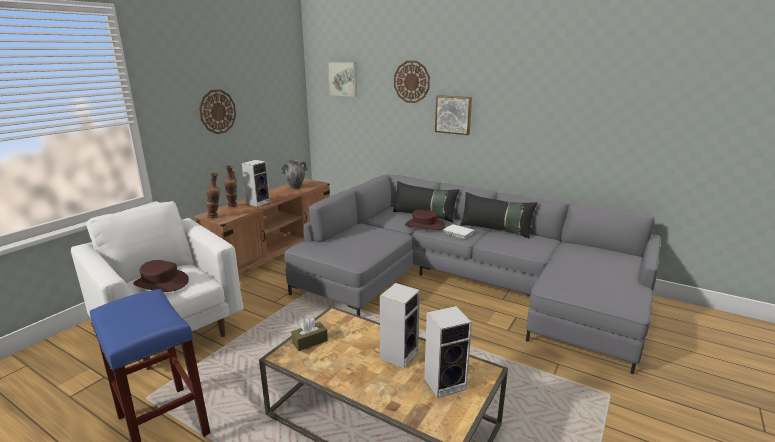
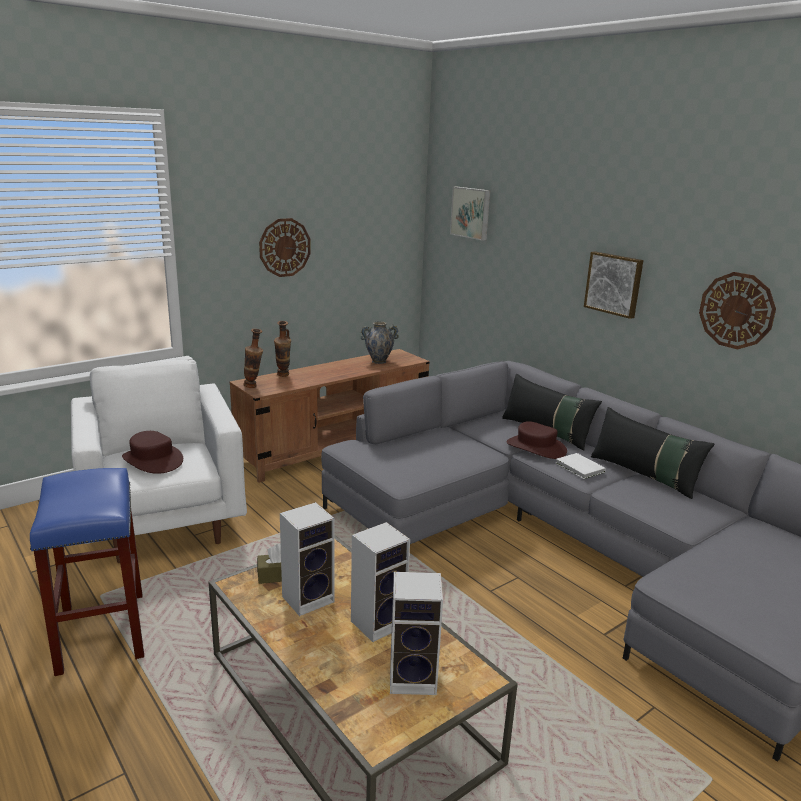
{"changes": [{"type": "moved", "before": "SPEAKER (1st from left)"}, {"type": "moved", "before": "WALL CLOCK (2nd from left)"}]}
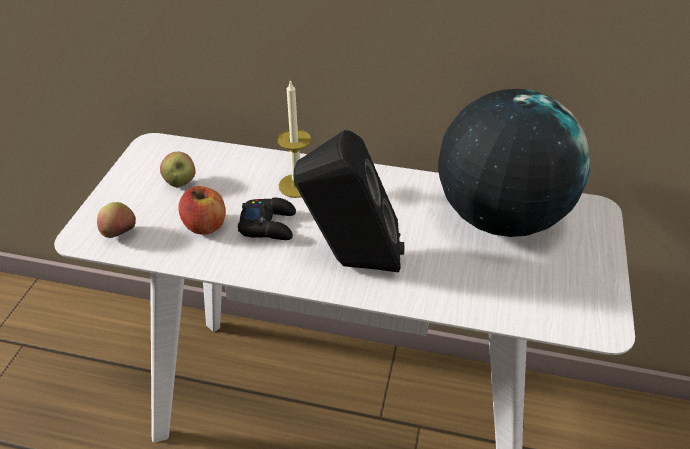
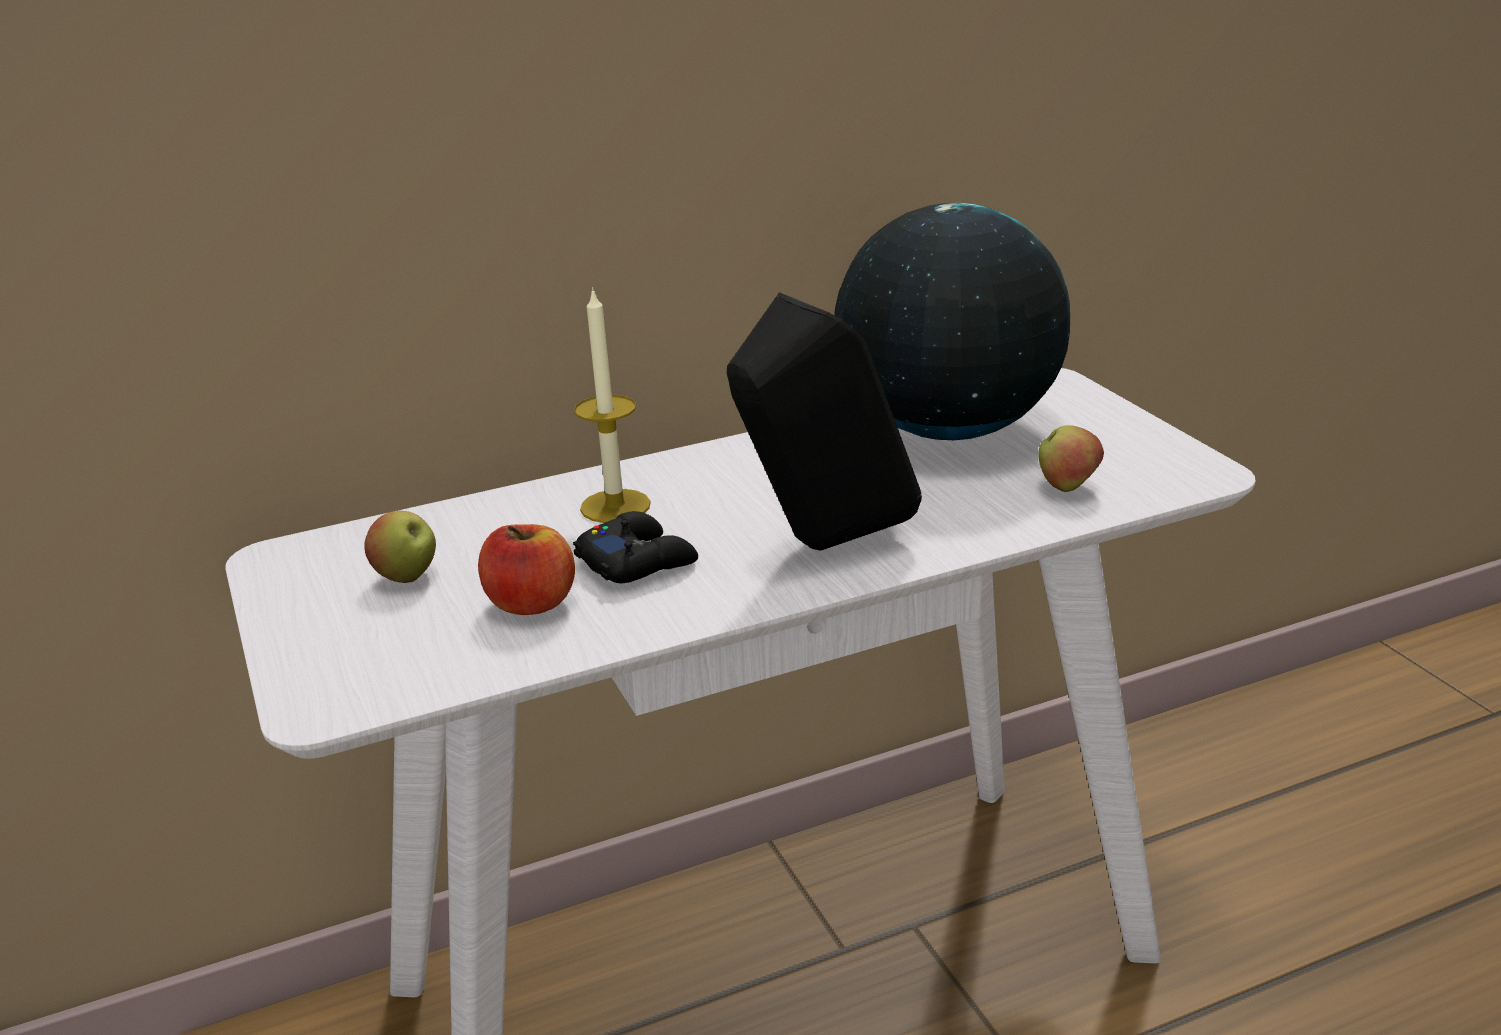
{"changes": [{"type": "moved", "before": "APPLE (1st from left in the first image)", "after": "APPLE (3rd from left)"}]}
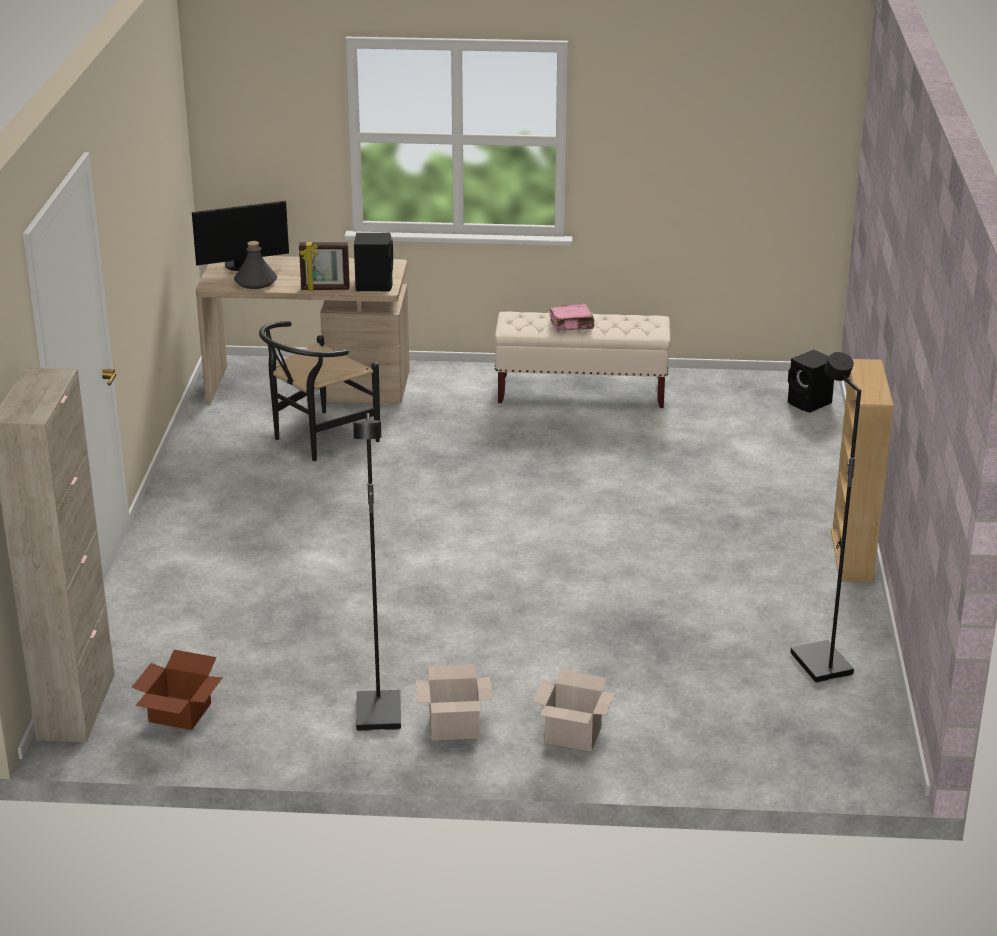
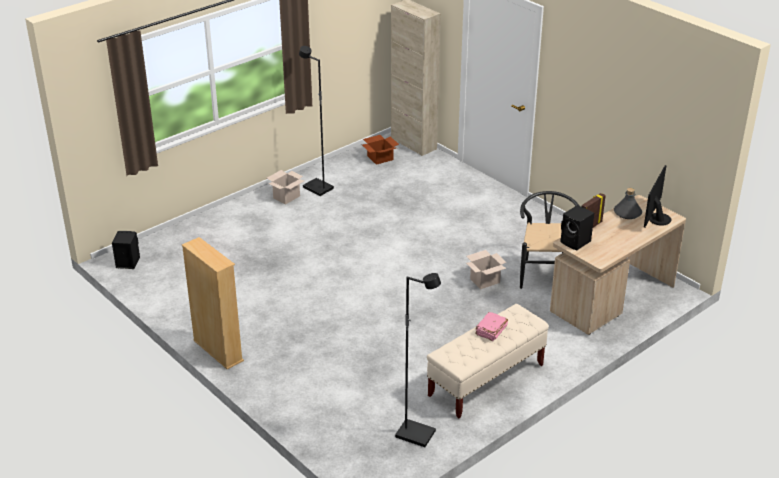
{"changes": [{"type": "moved", "before": "CARDBOARD BOX (3rd from left)"}, {"type": "moved", "before": "BLACK SPEAKER (2nd from left in the first image)", "after": "BLACK SPEAKER (1st from left)"}, {"type": "moved", "before": "BLACK FLOOR LAMP (2nd from left)"}]}
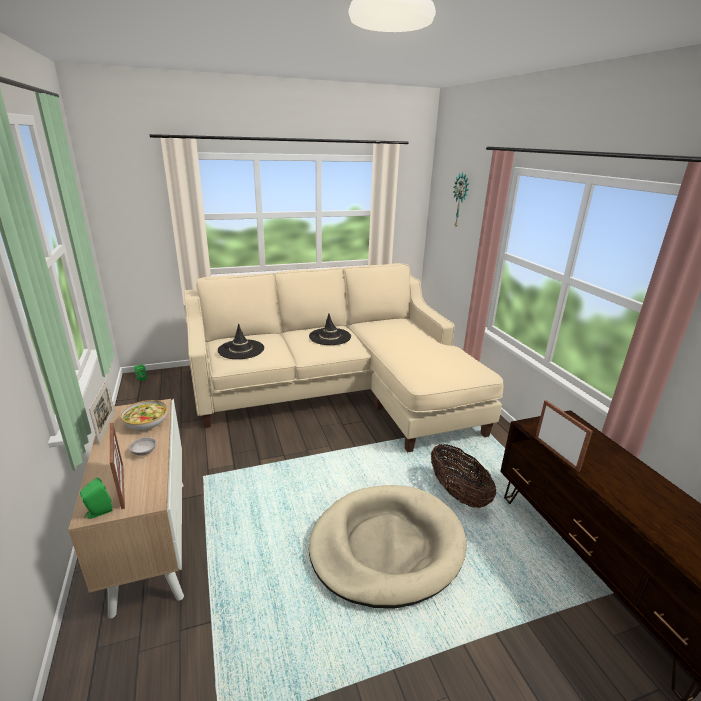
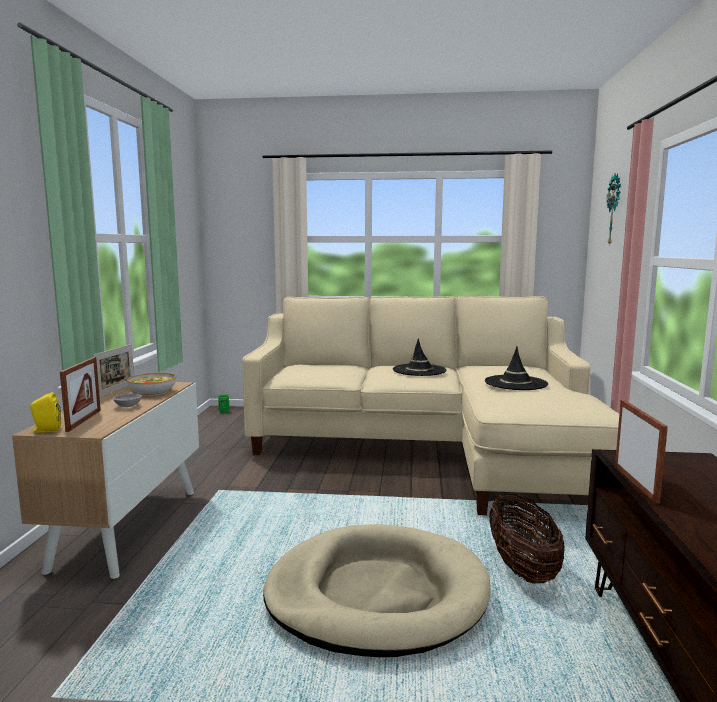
{"changes": [{"type": "moved", "before": "BLACK HAT (1st from left in the first image)", "after": "BLACK HAT (2nd from left)"}, {"type": "recoloured", "before": "GREEN SPEAKER (1st from left)", "after": "YELLOW SPEAKER"}]}
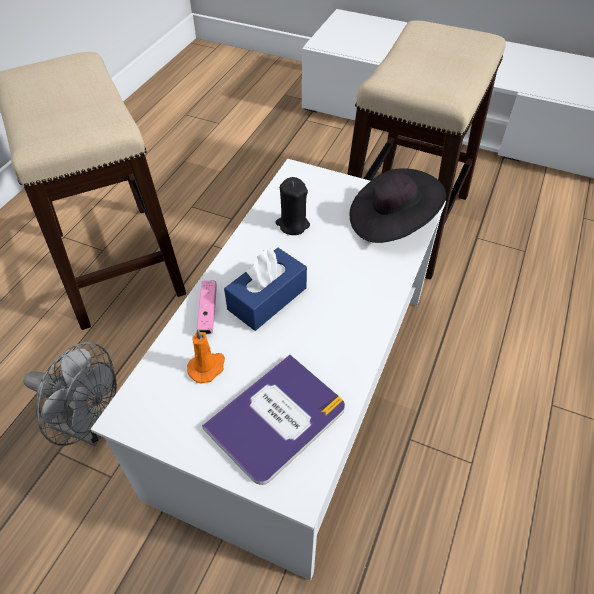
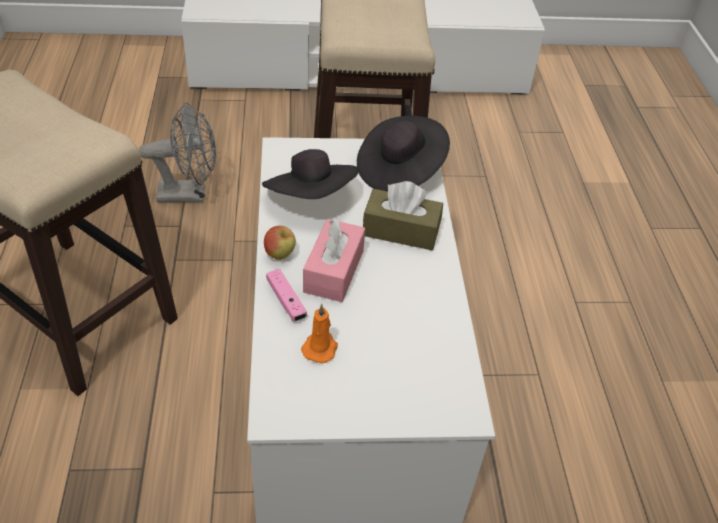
{"changes": [{"type": "removed", "before": "BOOK"}, {"type": "added", "after": "APPLE"}, {"type": "added", "after": "BROWN TISSUE BOX"}, {"type": "moved", "before": "GREY FAN"}, {"type": "replaced", "before": "BLACK CANDLE", "after": "BLACK HAT (1st from left)"}, {"type": "recoloured", "before": "BLUE TISSUE BOX", "after": "PINK TISSUE BOX"}]}
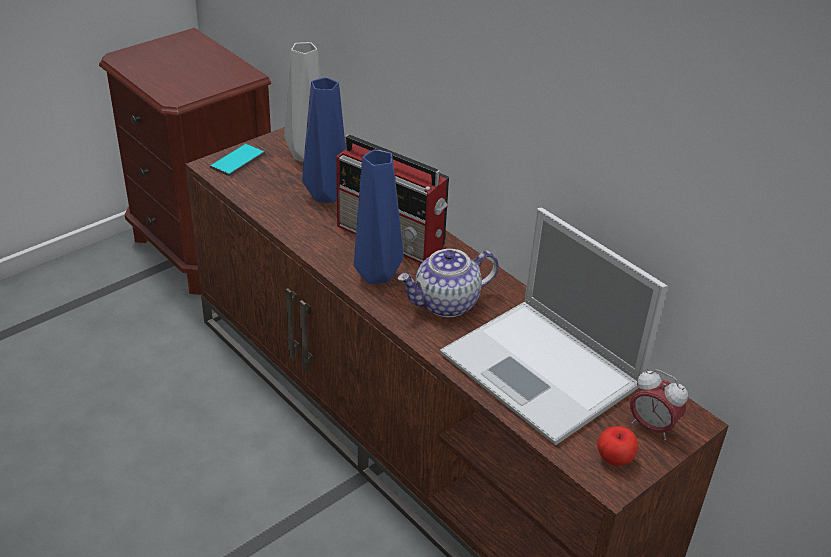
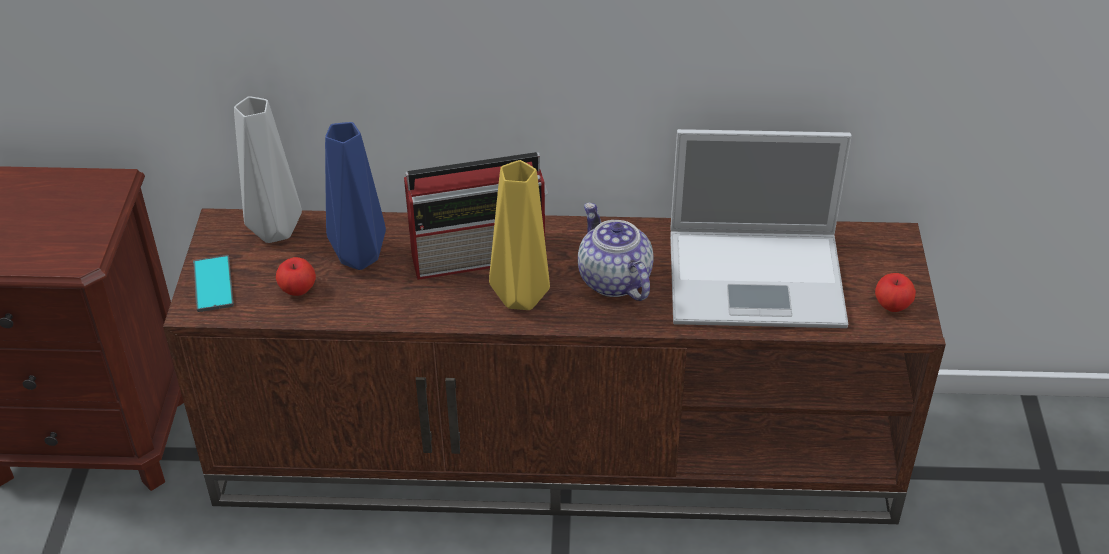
{"changes": [{"type": "removed", "before": "ALARM CLOCK"}, {"type": "added", "after": "APPLE (1st from left)"}, {"type": "recoloured", "before": "BLUE VASE (2nd from left)", "after": "YELLOW VASE"}, {"type": "turned", "before": "TEAPOT", "turn": 135}]}
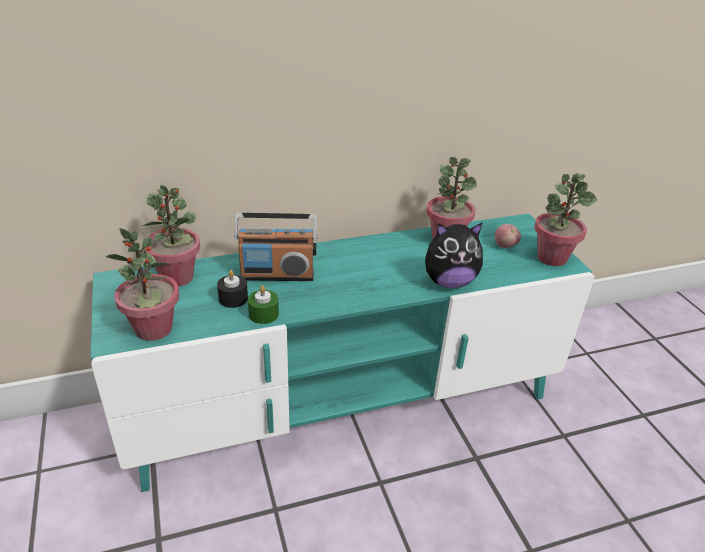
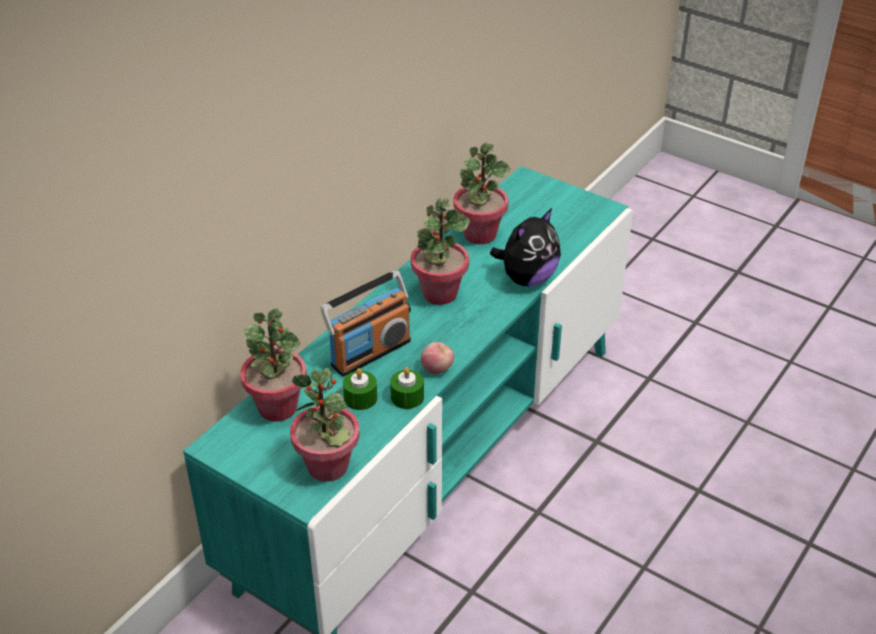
{"changes": [{"type": "moved", "before": "APPLE"}, {"type": "moved", "before": "POTTED PLANT (4th from left in the first image)", "after": "POTTED PLANT (3rd from left)"}, {"type": "recoloured", "before": "BLACK CANDLE", "after": "GREEN CANDLE (1st from left)"}]}
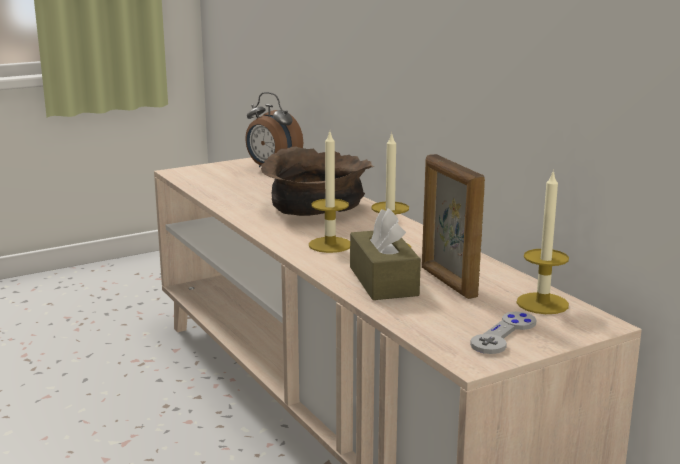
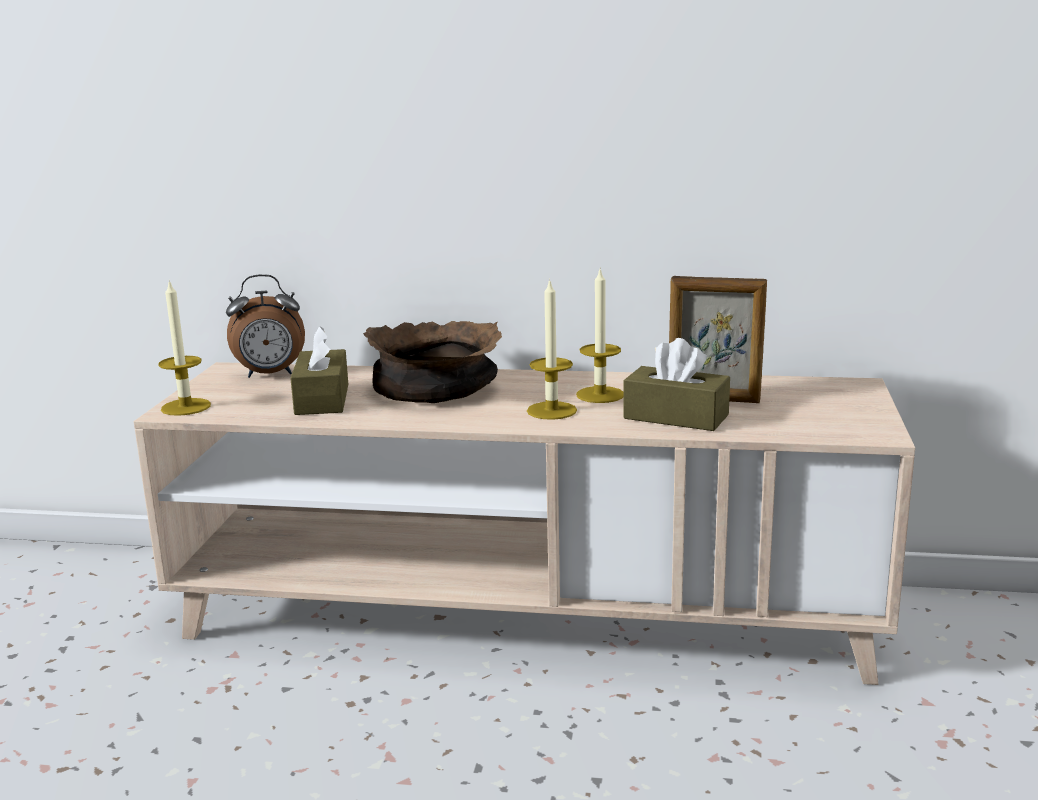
{"changes": [{"type": "removed", "before": "GREY GAME CONTROLLER"}, {"type": "added", "after": "BROWN TISSUE BOX (1st from left)"}, {"type": "moved", "before": "CANDLE (3rd from left in the first image)", "after": "CANDLE (1st from left)"}]}
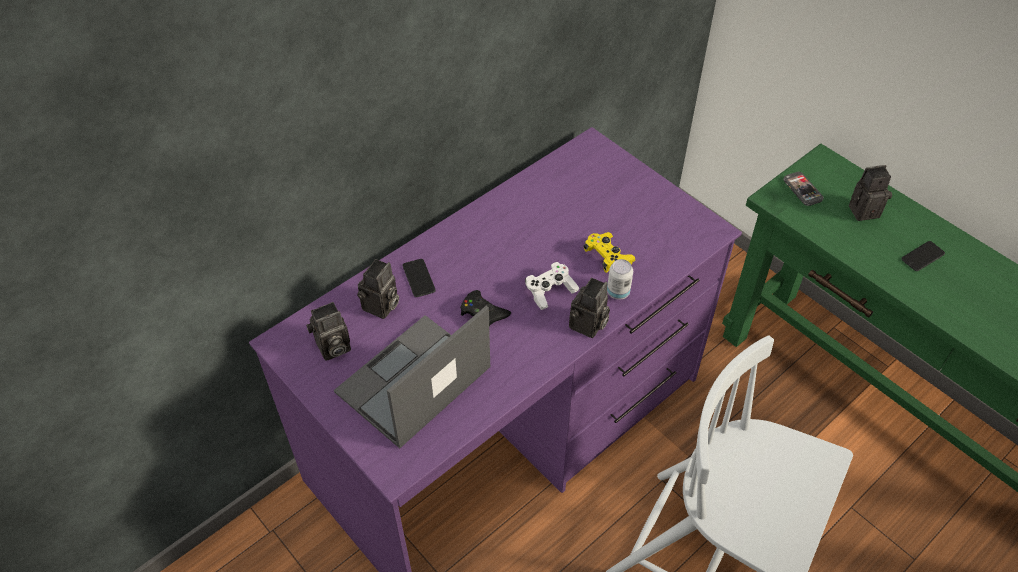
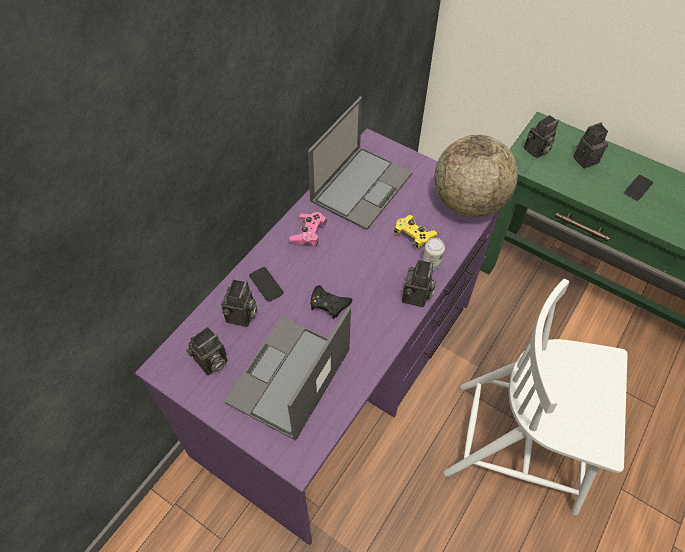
{"changes": [{"type": "removed", "before": "WHITE GAME CONTROLLER"}, {"type": "added", "after": "PINK GAME CONTROLLER"}, {"type": "added", "after": "LAPTOP (2nd from left)"}, {"type": "added", "after": "GLOBE"}, {"type": "replaced", "before": "PHONE (2nd from left)", "after": "PHOTO CAMERA (4th from left)"}]}
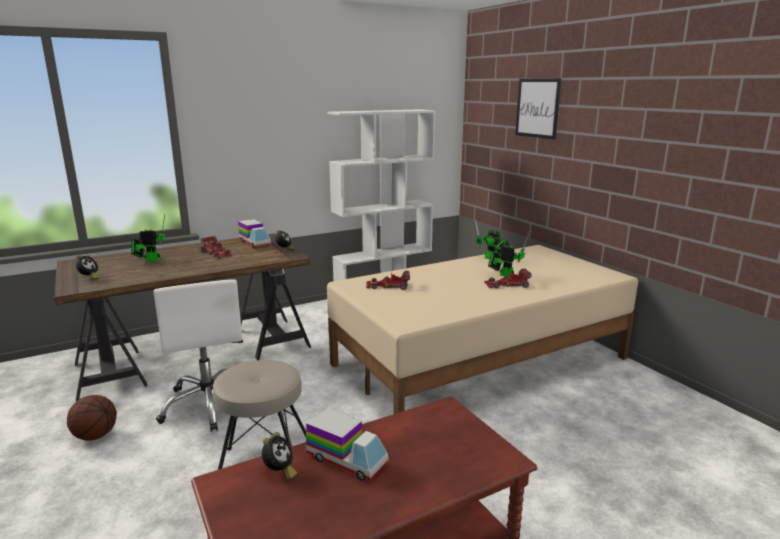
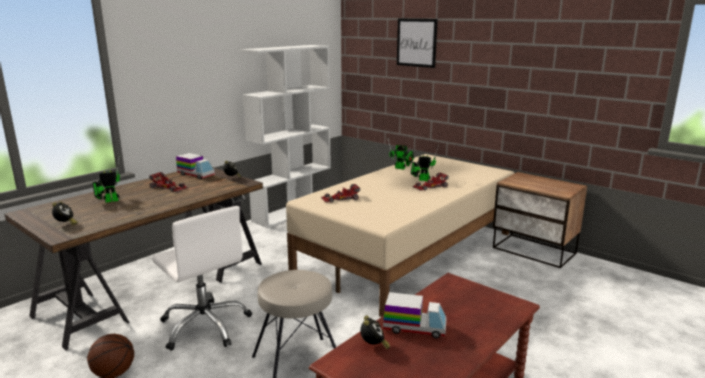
{"changes": [{"type": "added", "after": "NIGHTSTAND"}]}
